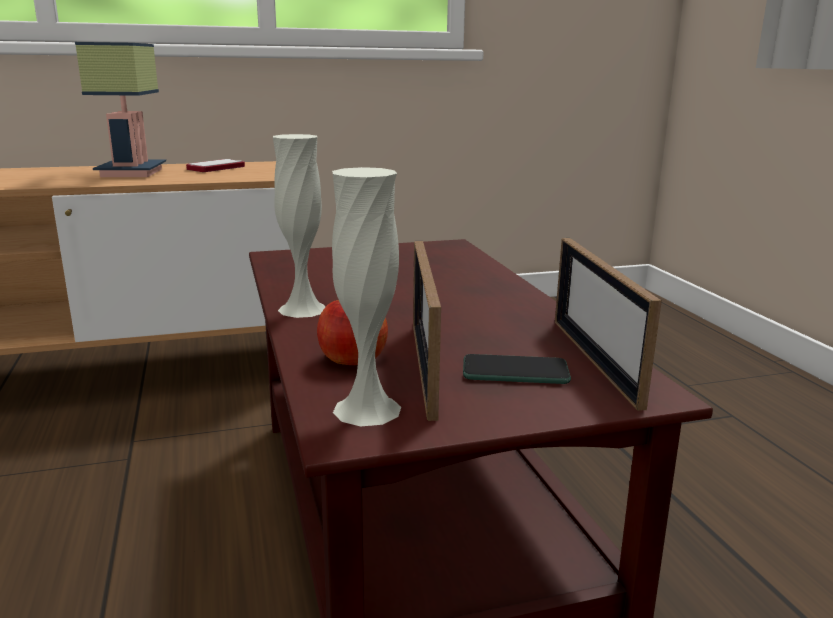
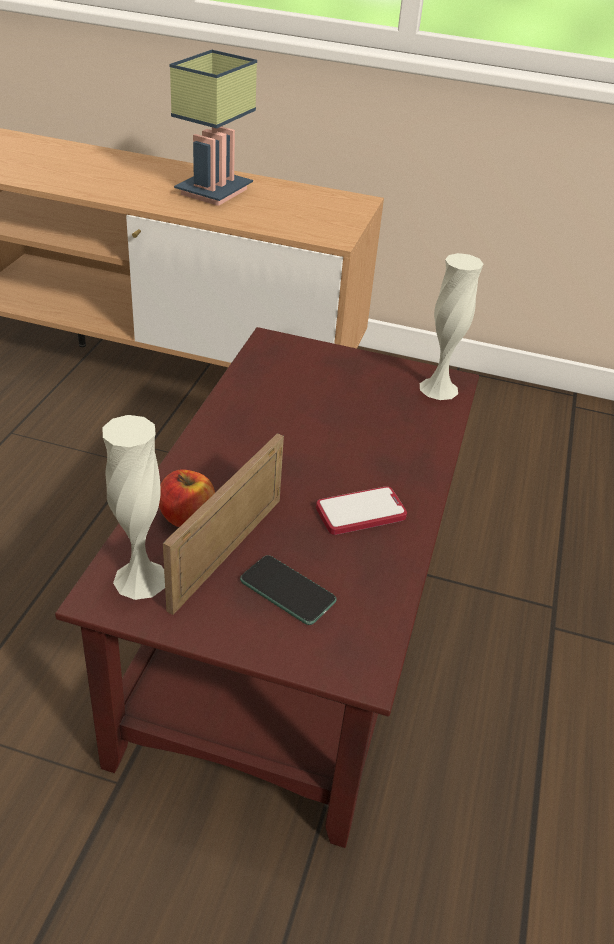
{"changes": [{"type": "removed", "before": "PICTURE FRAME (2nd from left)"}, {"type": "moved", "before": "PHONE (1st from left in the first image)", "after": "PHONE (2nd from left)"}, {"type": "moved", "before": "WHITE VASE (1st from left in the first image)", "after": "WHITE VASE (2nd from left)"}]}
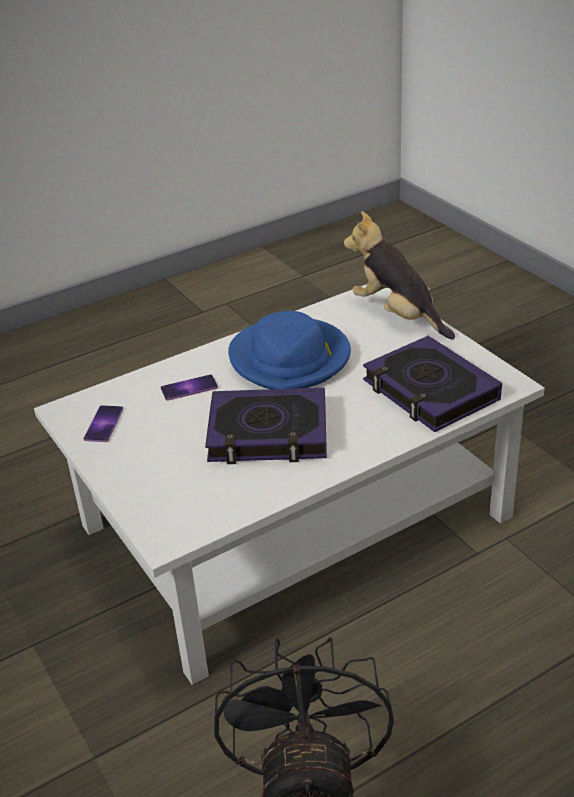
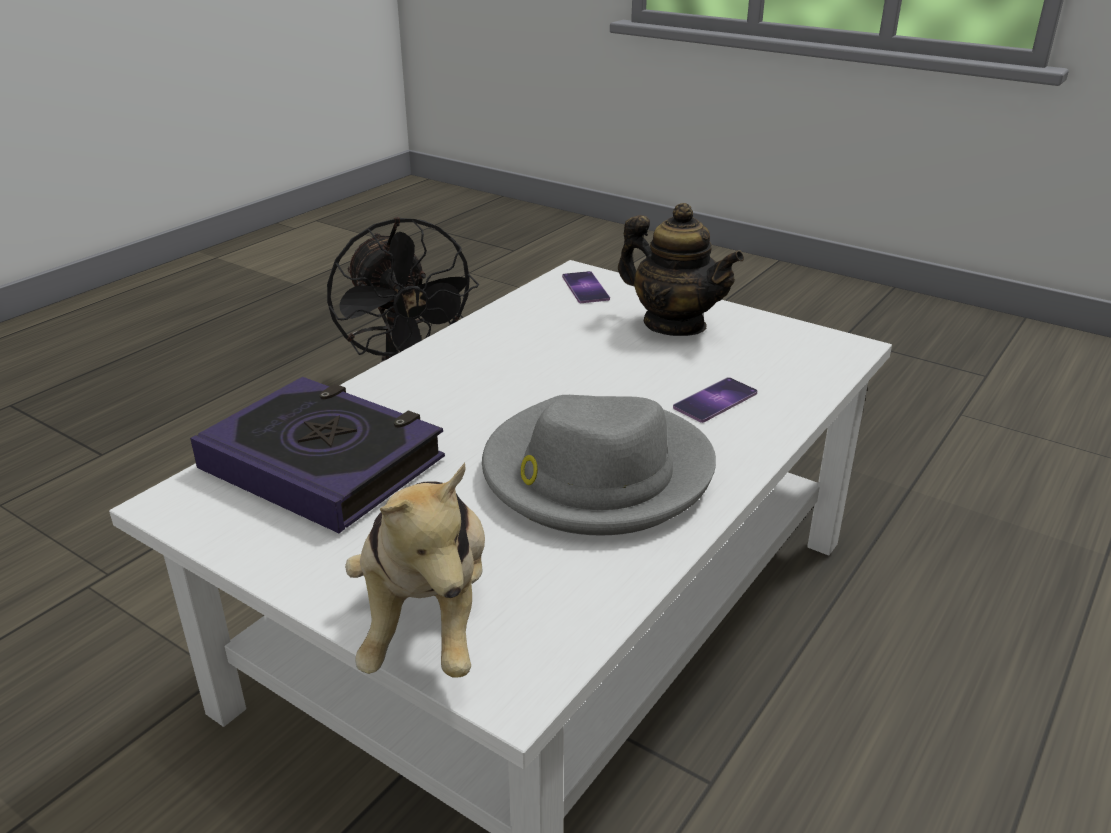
{"changes": [{"type": "removed", "before": "BOOK (1st from left)"}, {"type": "added", "after": "TEAPOT"}, {"type": "moved", "before": "PHONE (1st from left)"}, {"type": "recoloured", "before": "BLUE HAT", "after": "GREY HAT"}, {"type": "turned", "before": "PLUSH TOY", "turn": 60}]}
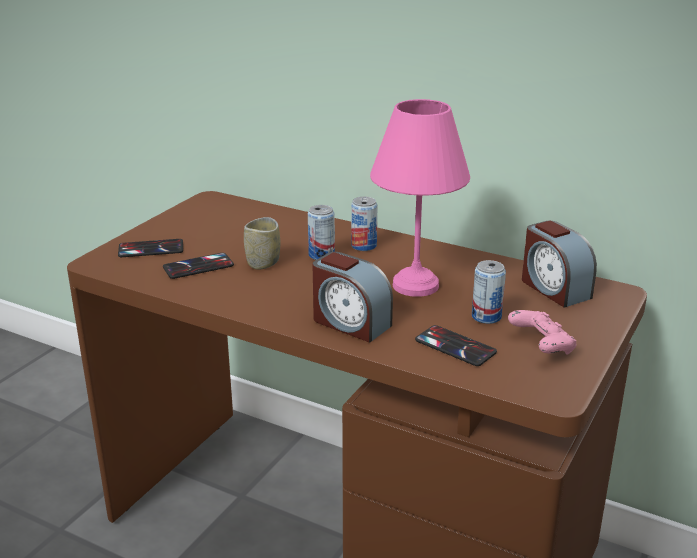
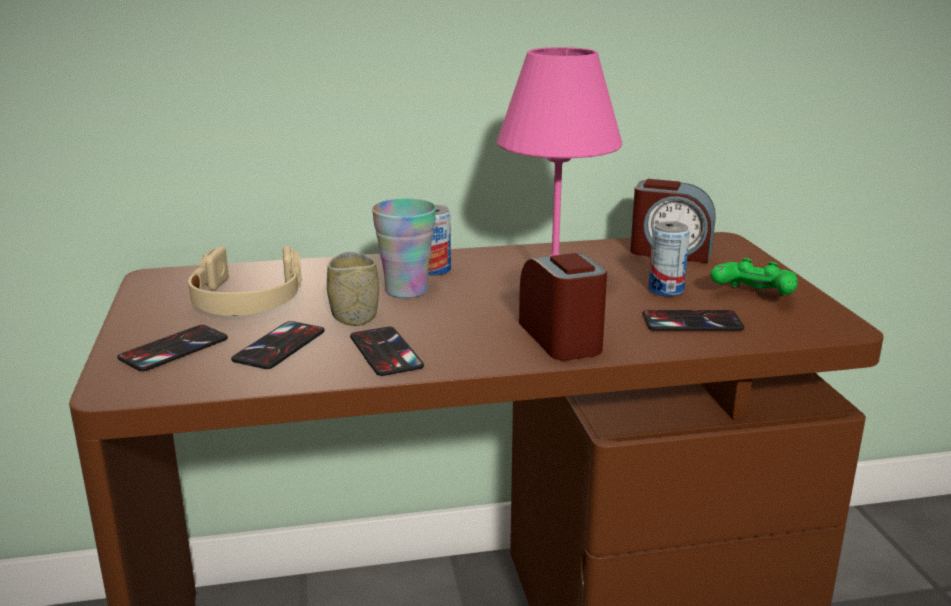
{"changes": [{"type": "added", "after": "BEIGE HEADPHONES"}, {"type": "added", "after": "PHONE (3rd from left)"}, {"type": "replaced", "before": "CAN (1st from left)", "after": "CUP (2nd from left)"}, {"type": "recoloured", "before": "PINK GAME CONTROLLER", "after": "GREEN GAME CONTROLLER"}, {"type": "turned", "before": "ALARM CLOCK (1st from left)", "turn": -105}]}
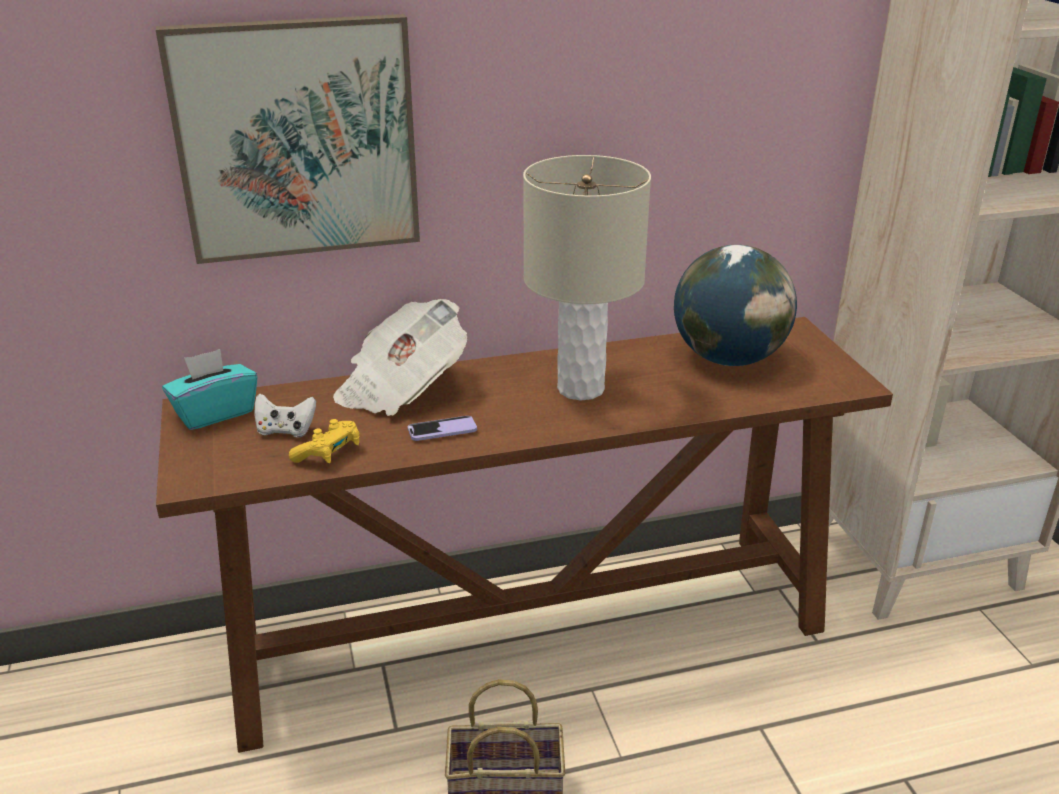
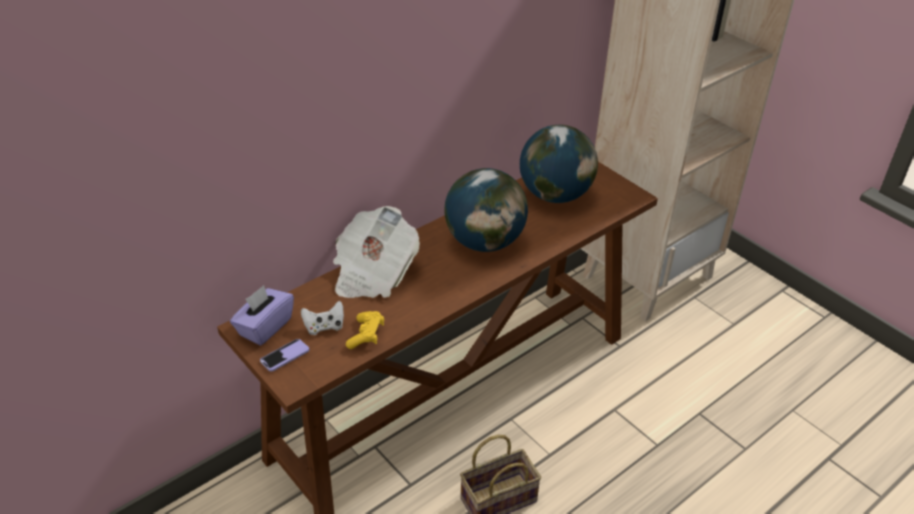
{"changes": [{"type": "removed", "before": "PICTURE"}, {"type": "moved", "before": "PHONE"}, {"type": "replaced", "before": "BEIGE TABLE LAMP", "after": "GLOBE (1st from left)"}, {"type": "recoloured", "before": "TURQUOISE TISSUE BOX", "after": "PURPLE TISSUE BOX"}]}
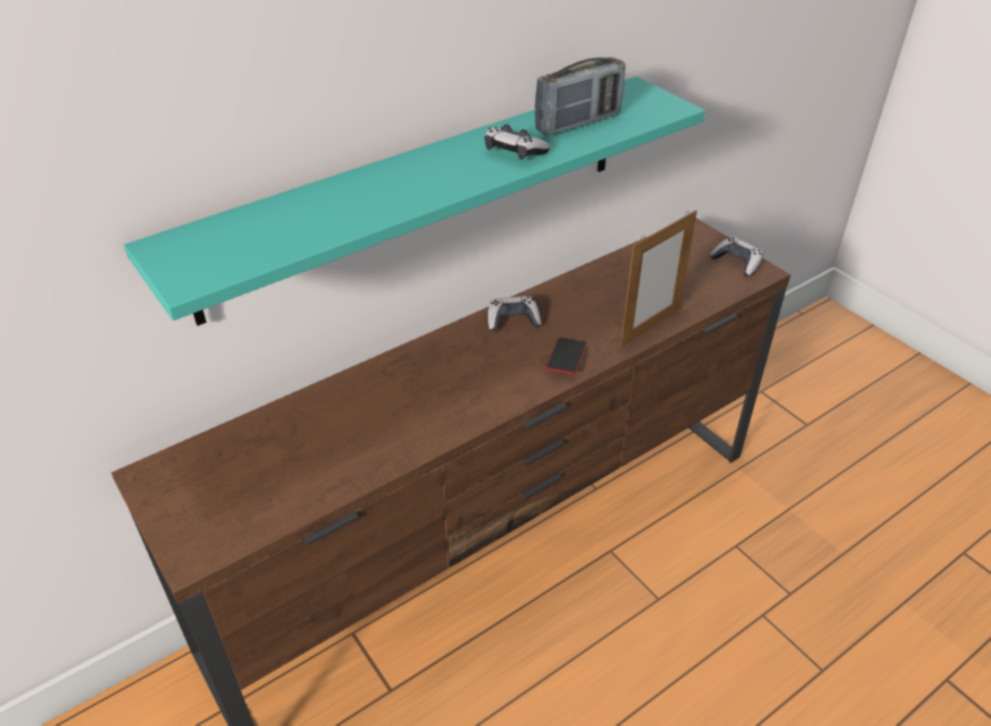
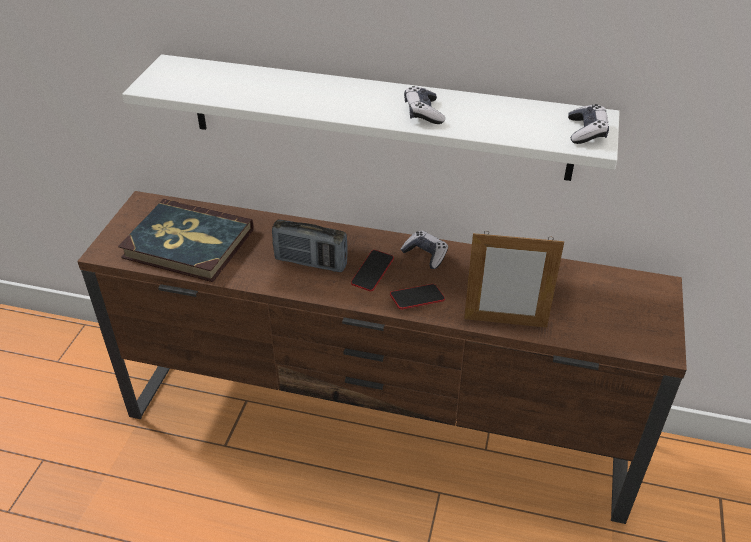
{"changes": [{"type": "added", "after": "BOOK"}, {"type": "added", "after": "PHONE (1st from left)"}, {"type": "moved", "before": "RADIO"}, {"type": "moved", "before": "GAME CONTROLLER (3rd from left)"}, {"type": "recoloured", "before": "TURQUOISE SHELF", "after": "WHITE SHELF"}]}
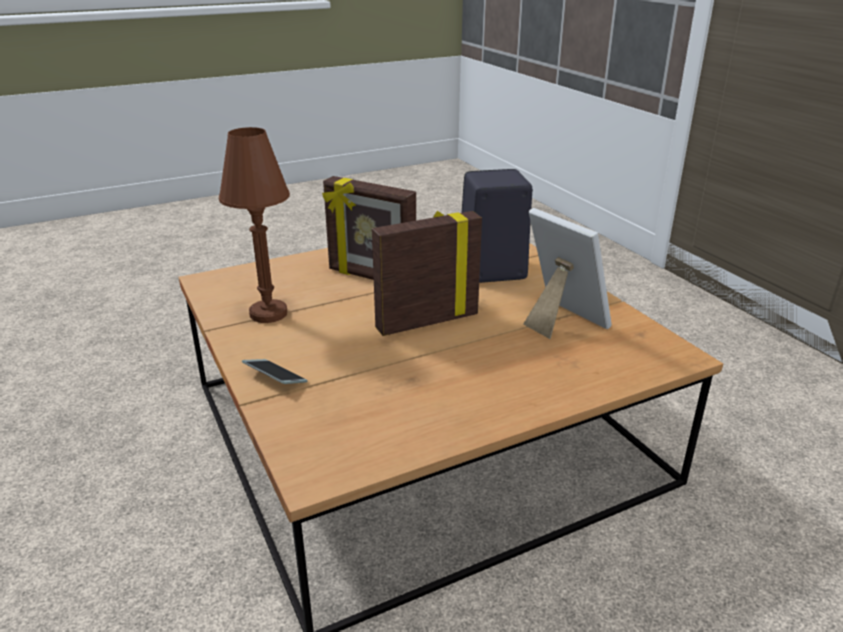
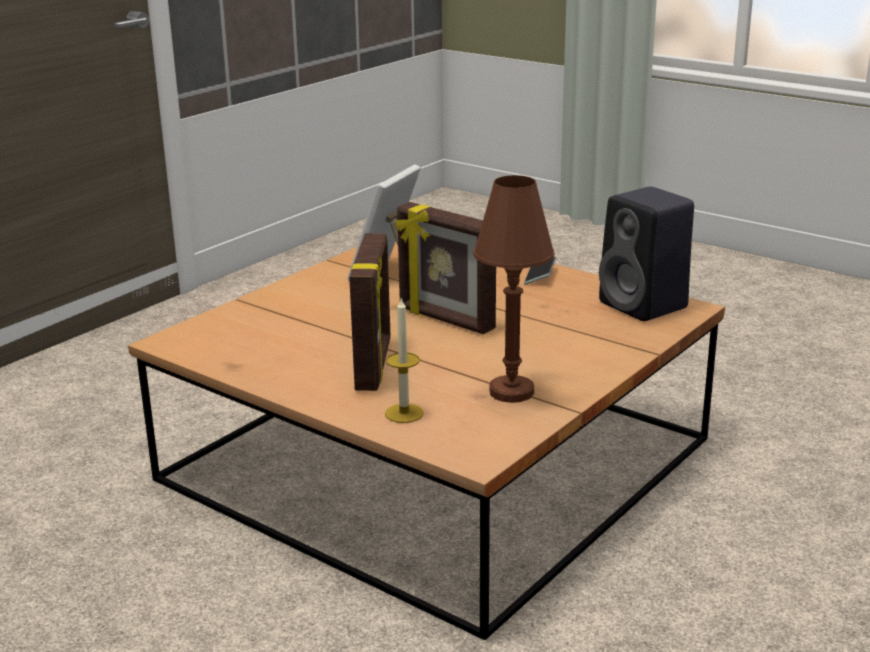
{"changes": [{"type": "added", "after": "CANDLE"}, {"type": "moved", "before": "PHONE"}, {"type": "moved", "before": "BLACK SPEAKER"}]}
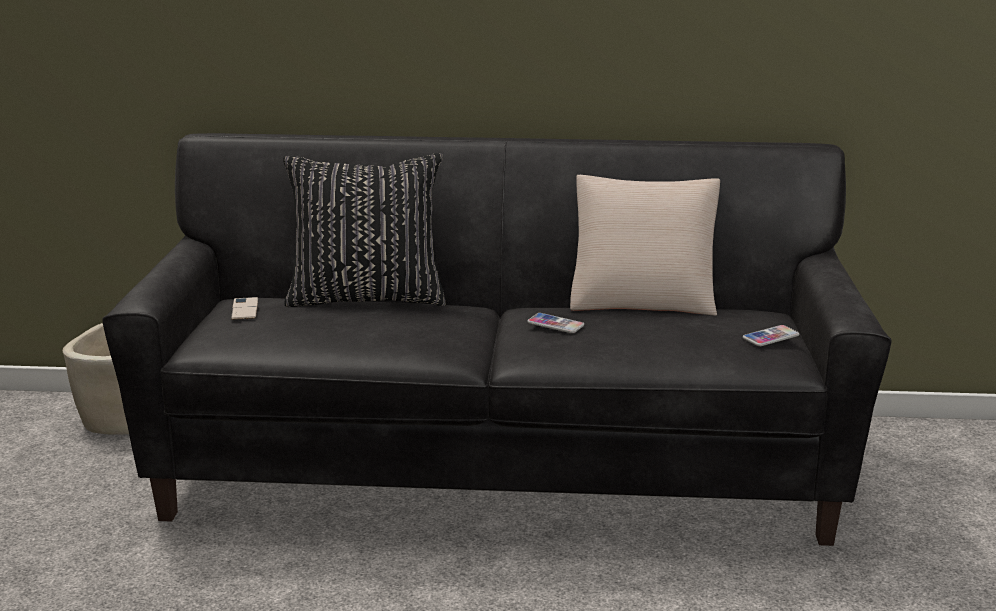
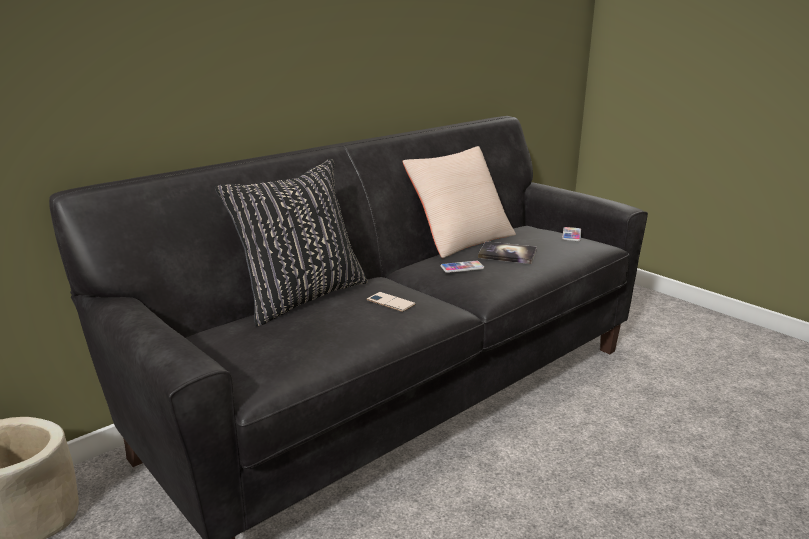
{"changes": [{"type": "added", "after": "BOOK"}, {"type": "moved", "before": "PHONE (1st from left)"}]}
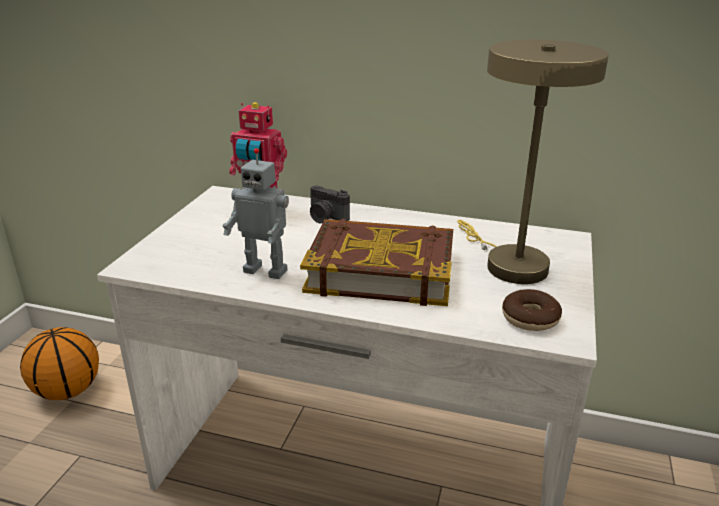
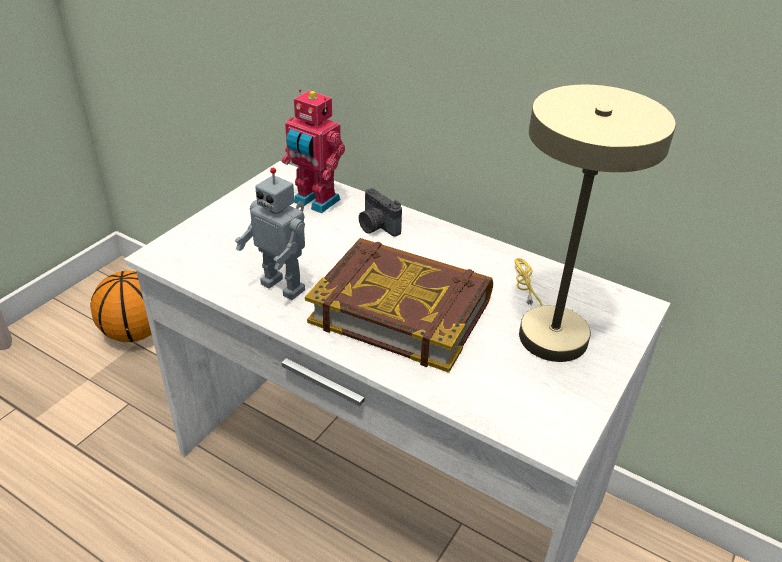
{"changes": [{"type": "removed", "before": "DONUT"}]}
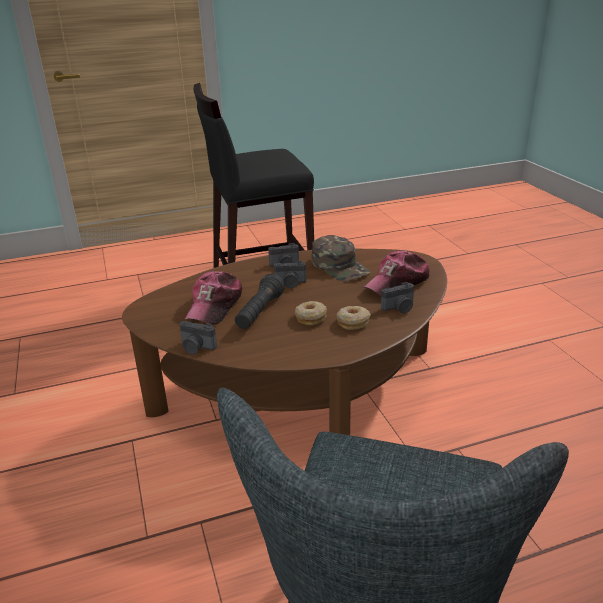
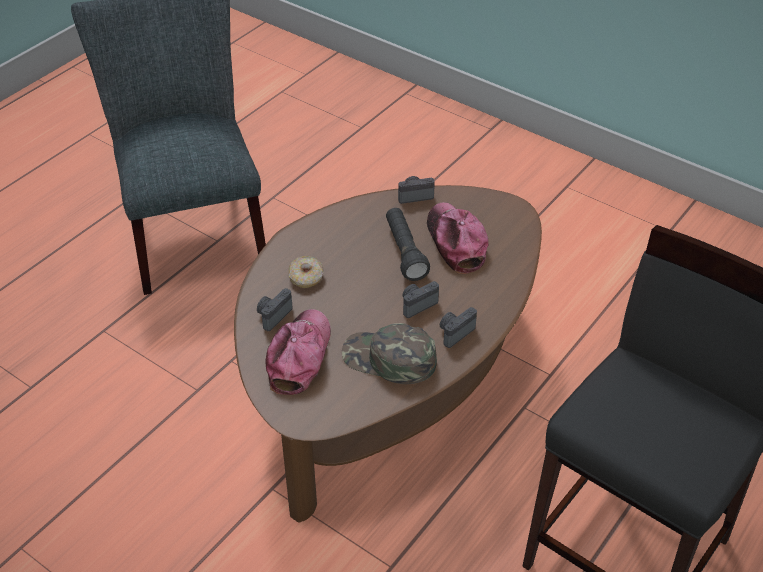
{"changes": [{"type": "removed", "before": "DONUT (1st from left)"}]}
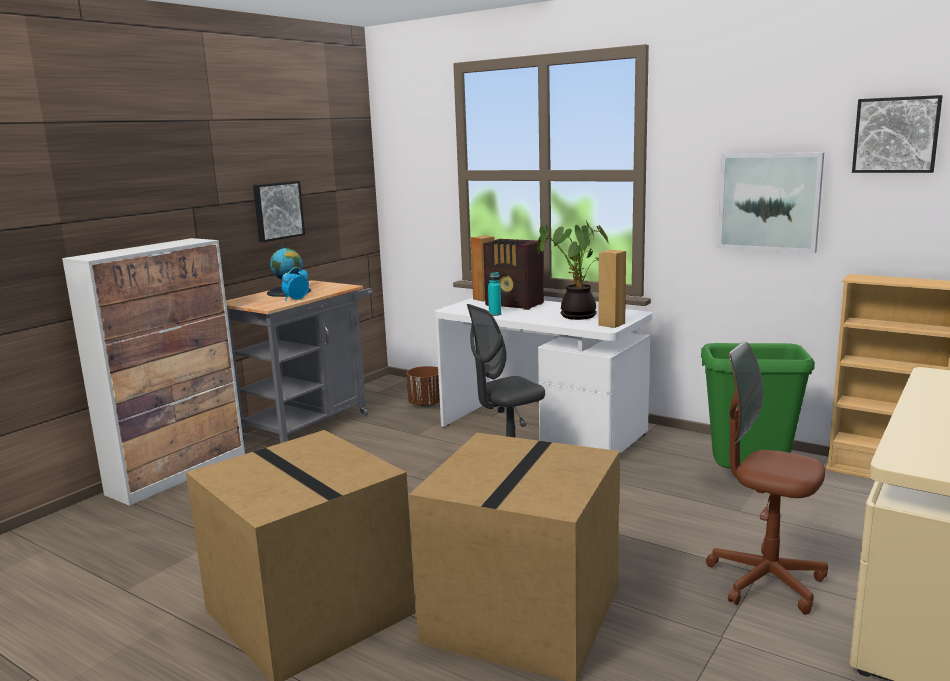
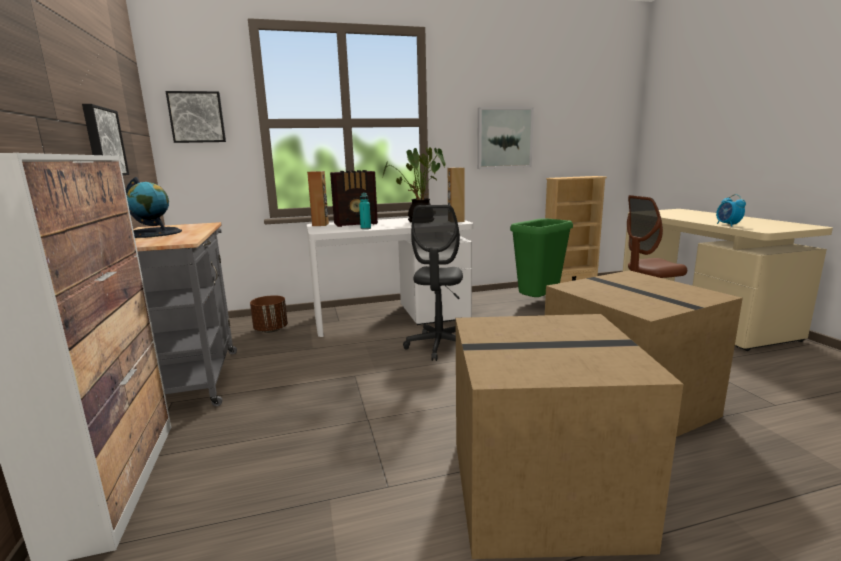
{"changes": [{"type": "moved", "before": "ALARM CLOCK"}, {"type": "moved", "before": "PICTURE (3rd from left in the first image)", "after": "PICTURE (2nd from left)"}]}
